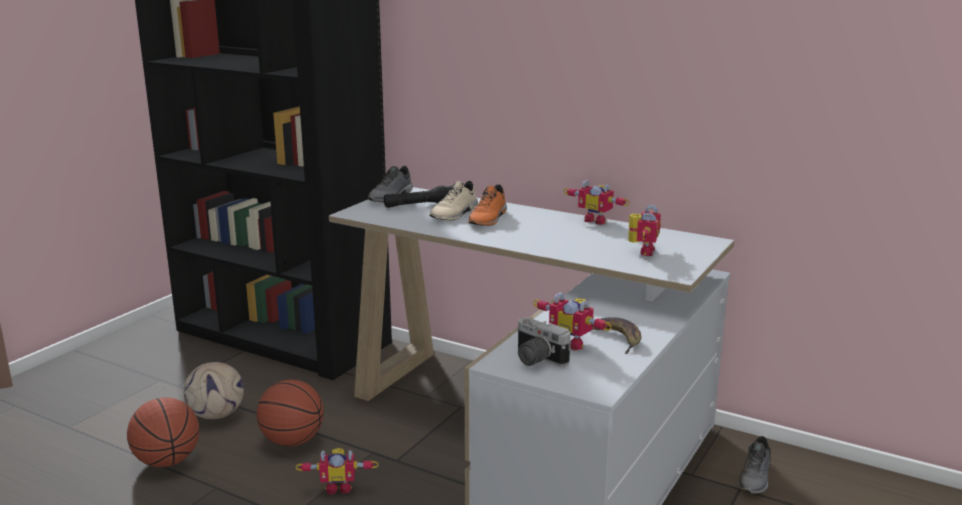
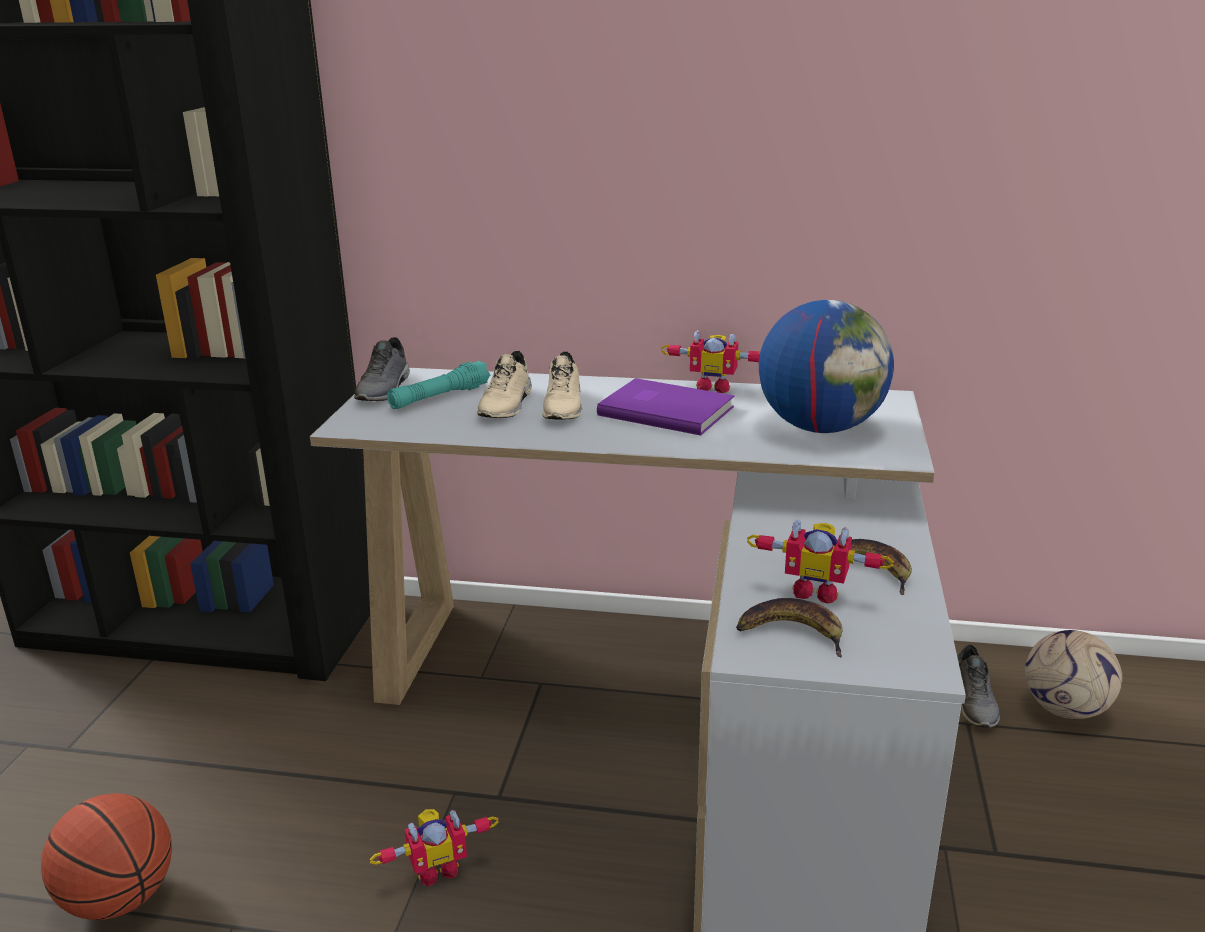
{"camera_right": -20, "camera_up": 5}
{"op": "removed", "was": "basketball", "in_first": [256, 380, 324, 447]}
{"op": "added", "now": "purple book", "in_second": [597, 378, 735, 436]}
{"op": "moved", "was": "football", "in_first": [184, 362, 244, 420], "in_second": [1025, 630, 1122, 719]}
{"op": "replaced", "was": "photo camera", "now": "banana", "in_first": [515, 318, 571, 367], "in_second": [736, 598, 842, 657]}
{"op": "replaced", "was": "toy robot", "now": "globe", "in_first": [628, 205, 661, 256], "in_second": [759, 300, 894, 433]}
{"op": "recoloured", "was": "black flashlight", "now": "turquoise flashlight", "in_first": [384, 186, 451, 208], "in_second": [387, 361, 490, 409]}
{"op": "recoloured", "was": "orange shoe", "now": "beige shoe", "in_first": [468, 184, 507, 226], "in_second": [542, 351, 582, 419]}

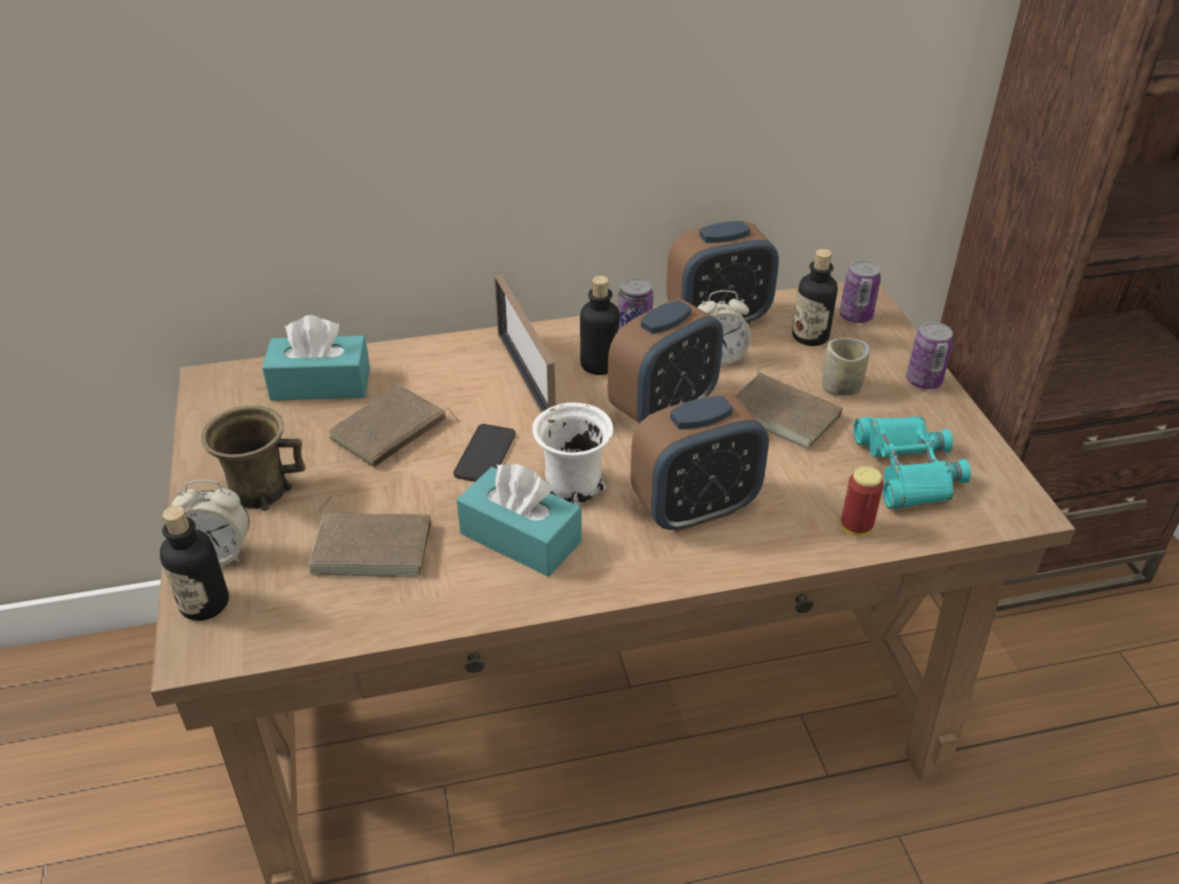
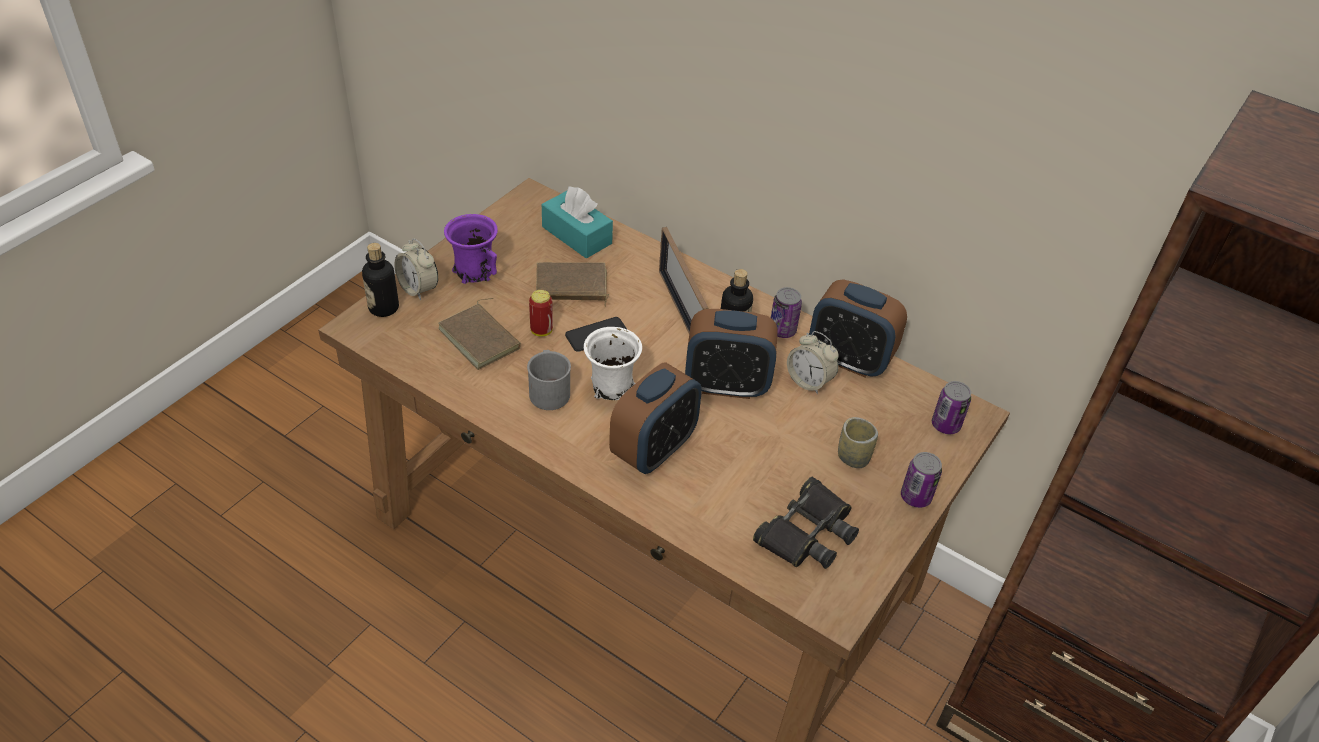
{"camera_right": 45, "camera_up": 5}
{"op": "removed", "was": "brown book", "in_first": [736, 364, 843, 449]}
{"op": "removed", "was": "bottle", "in_first": [792, 249, 838, 346]}
{"op": "moved", "was": "can", "in_first": [841, 466, 884, 536], "in_second": [529, 290, 553, 337]}
{"op": "replaced", "was": "turquoise tissue box", "now": "grey mug", "in_first": [457, 464, 582, 577], "in_second": [527, 350, 571, 410]}
{"op": "recoloured", "was": "brown mug", "now": "purple mug", "in_first": [201, 405, 306, 511], "in_second": [444, 214, 498, 284]}
{"op": "recoloured", "was": "turquoise binoculars", "now": "black binoculars", "in_first": [853, 417, 971, 509], "in_second": [753, 477, 859, 569]}
{"op": "turned", "was": "picture frame", "in_first": [494, 274, 556, 413], "in_second": [659, 227, 708, 333], "clockwise": -45}
{"op": "turned", "was": "alarm clock", "in_first": [631, 393, 769, 532], "in_second": [609, 362, 702, 474], "clockwise": -75}

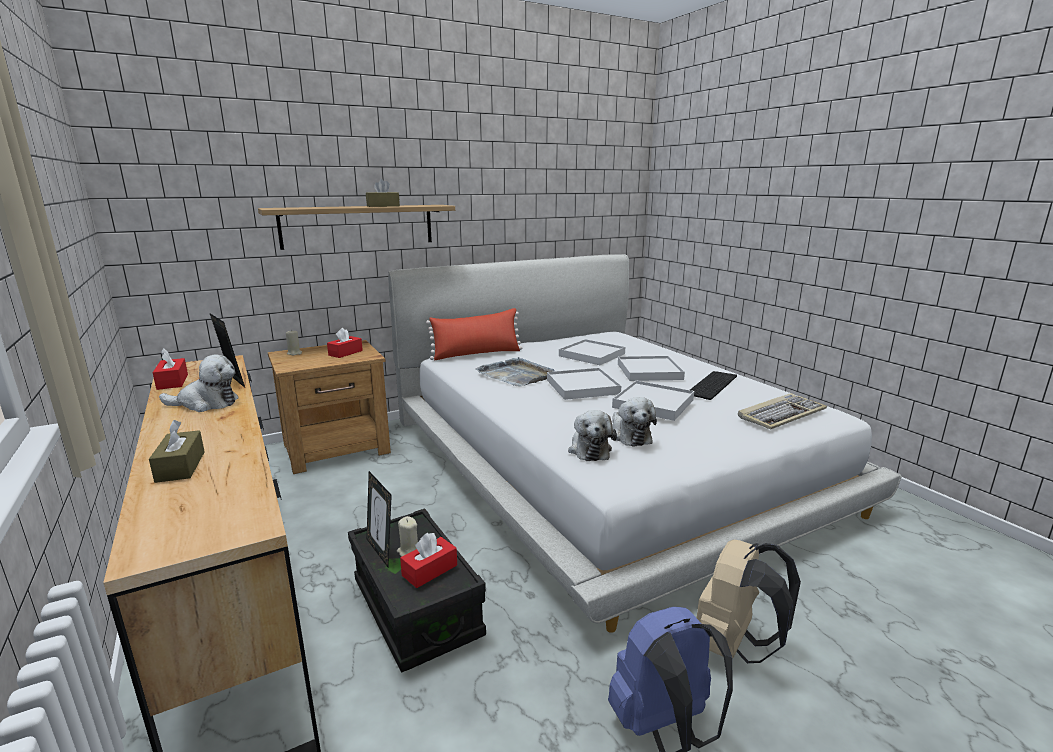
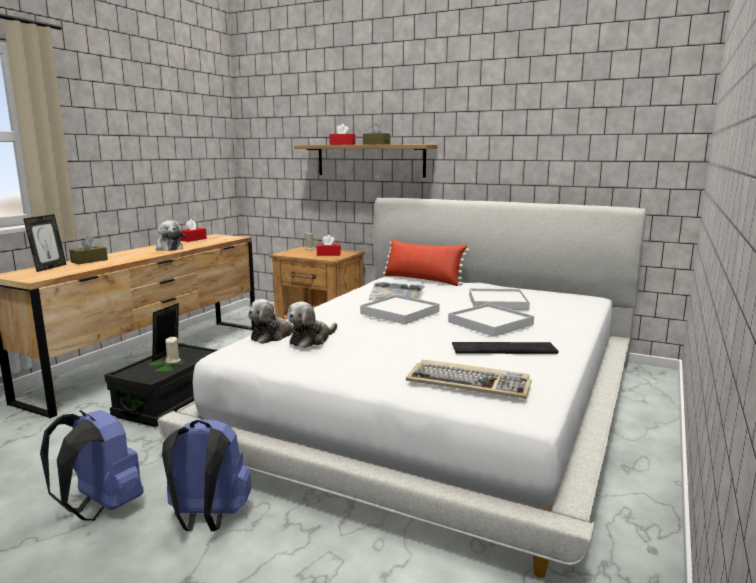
{"camera_right": 55, "camera_up": -5}
{"op": "removed", "was": "white tray", "in_first": [612, 380, 694, 421]}
{"op": "moved", "was": "picture frame", "in_first": [210, 314, 245, 387], "in_second": [23, 214, 67, 272]}
{"op": "moved", "was": "red tissue box", "in_first": [400, 533, 457, 588], "in_second": [329, 124, 355, 145]}
{"op": "recoloured", "was": "beige backpack", "now": "blue backpack", "in_first": [697, 539, 801, 663], "in_second": [162, 420, 251, 531]}

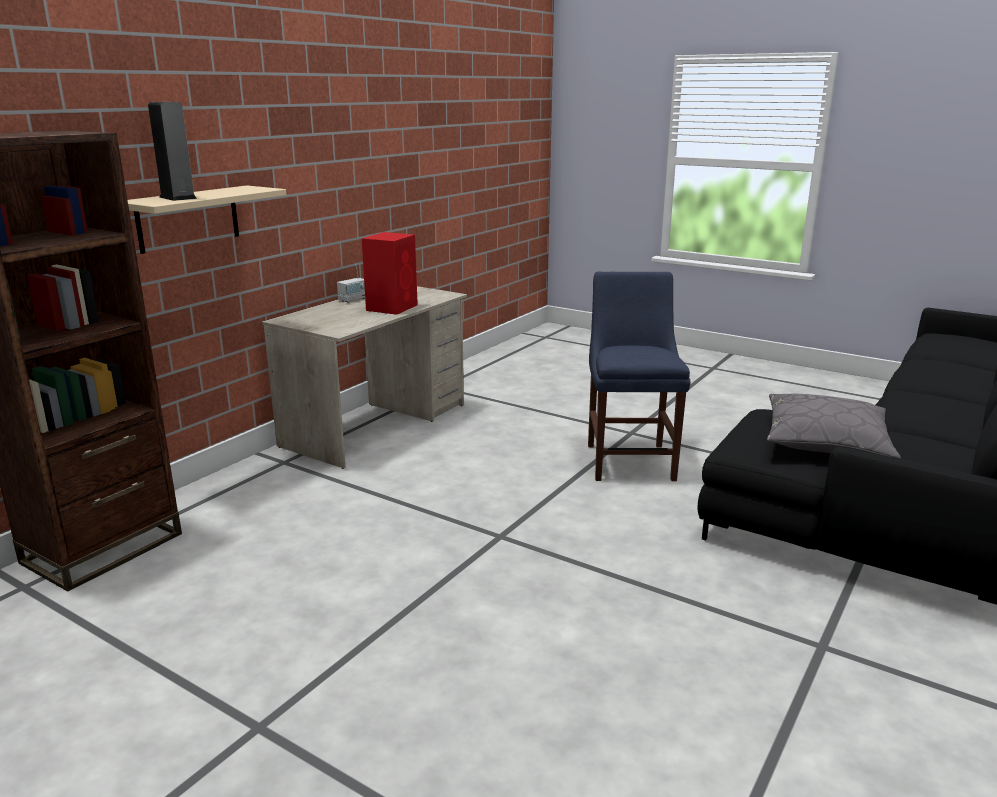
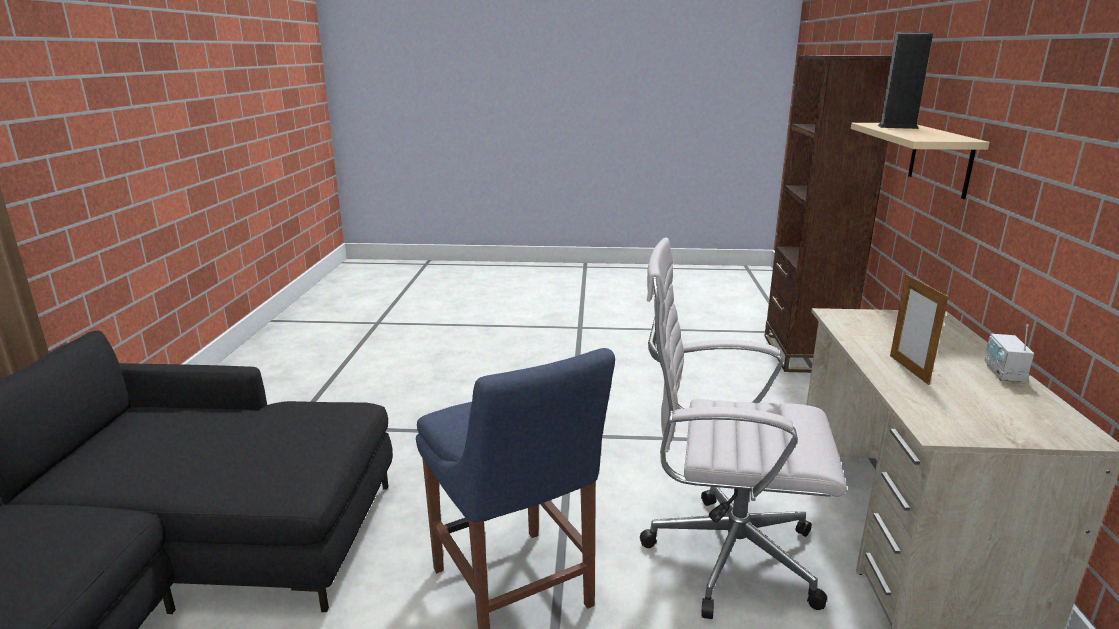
{"camera_right": 150, "camera_up": 0}
{"op": "removed", "was": "grey pillow", "in_first": [767, 394, 901, 459]}
{"op": "added", "now": "white office chair", "in_second": [640, 238, 847, 619]}
{"op": "replaced", "was": "red speaker", "now": "picture frame", "in_first": [362, 232, 418, 315], "in_second": [890, 274, 948, 385]}

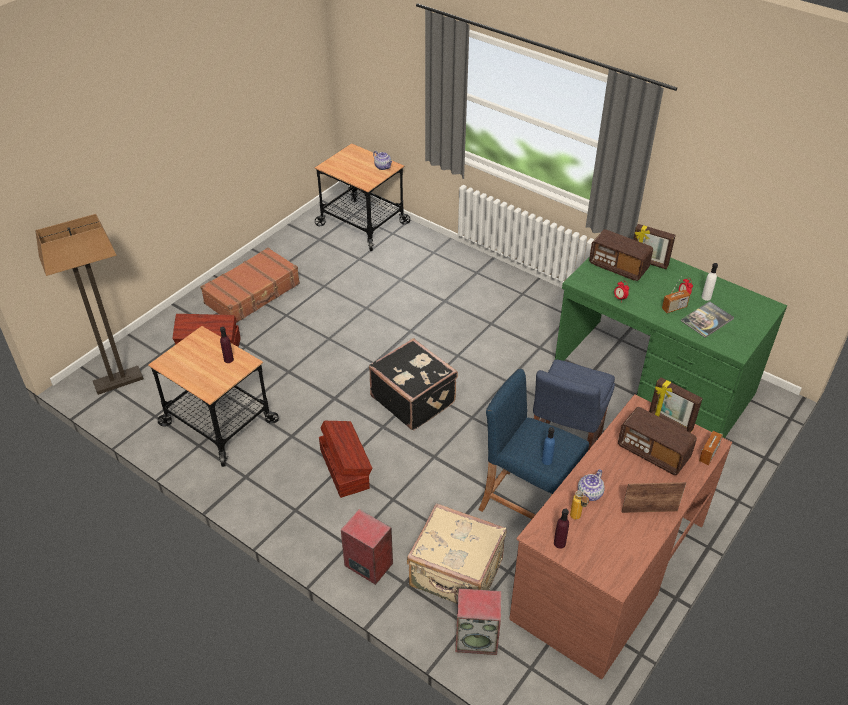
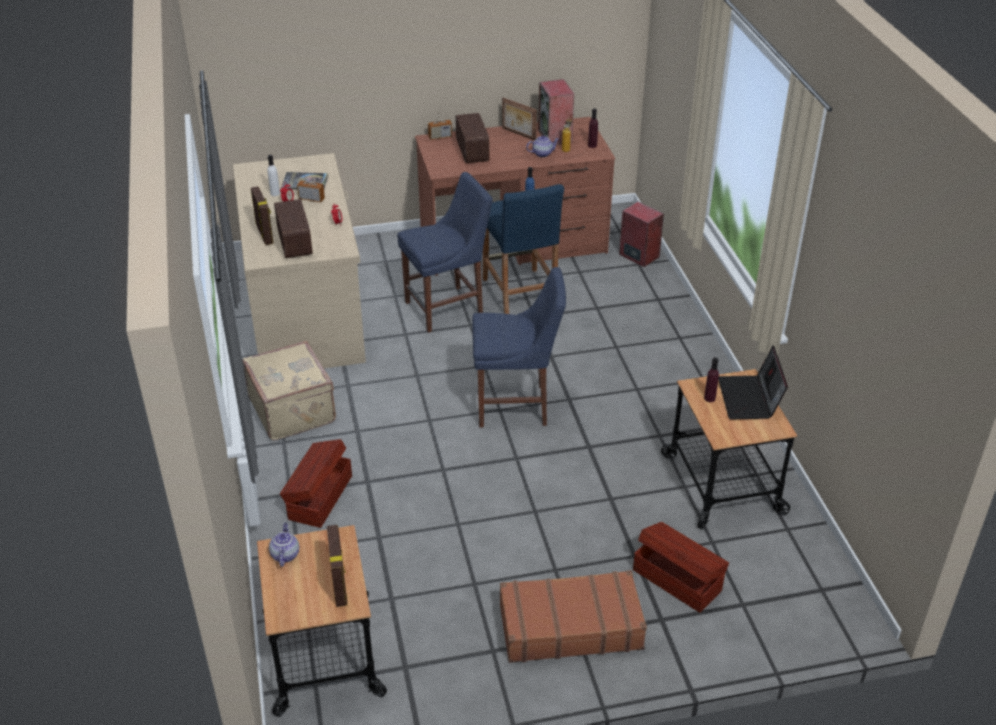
{"camera_right": -140, "camera_up": -5}
{"op": "removed", "was": "floor lamp", "in_first": [35, 214, 144, 395]}
{"op": "added", "now": "laptop", "in_second": [718, 346, 788, 419]}
{"op": "moved", "was": "brown storage box", "in_first": [319, 421, 373, 498], "in_second": [280, 439, 352, 528]}
{"op": "moved", "was": "speaker", "in_first": [341, 509, 393, 585], "in_second": [538, 79, 574, 145]}
{"op": "moved", "was": "beige suitcase", "in_first": [407, 503, 507, 604], "in_second": [242, 341, 336, 441]}
{"op": "moved", "was": "picture frame", "in_first": [649, 377, 703, 433], "in_second": [327, 525, 347, 607]}
{"op": "replaced", "was": "black suitcase", "now": "blue chair", "in_first": [369, 338, 458, 431], "in_second": [472, 267, 566, 427]}
{"op": "recoloured", "was": "green desk", "now": "beige desk", "in_first": [555, 257, 787, 438], "in_second": [233, 153, 366, 368]}

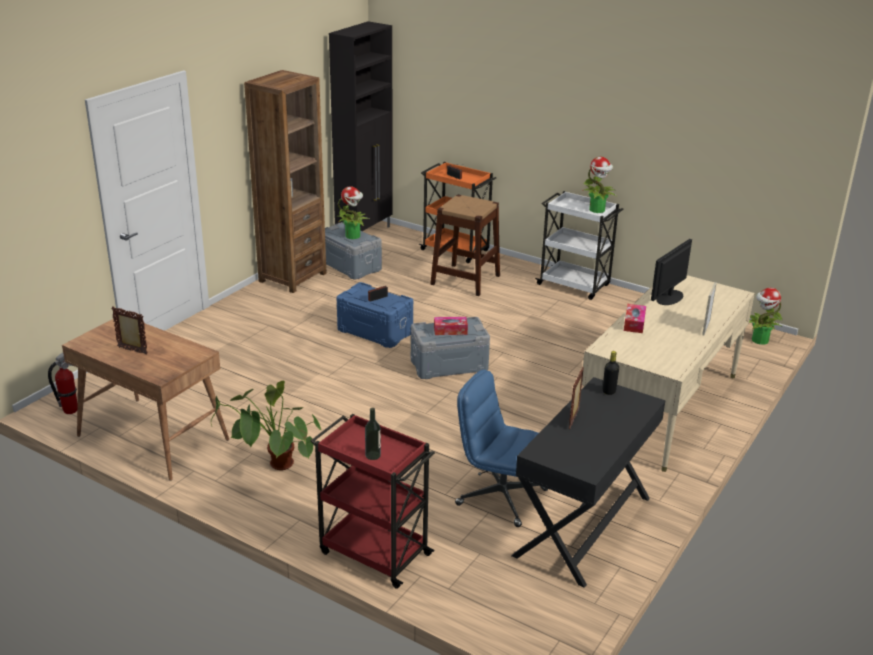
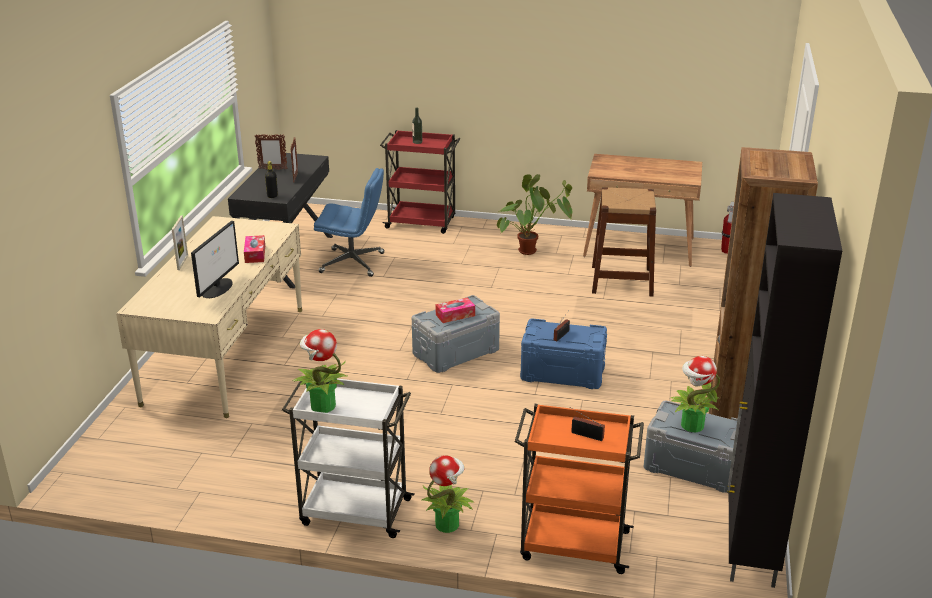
{"camera_right": 160, "camera_up": 0}
{"op": "moved", "was": "picture frame", "in_first": [111, 306, 148, 355], "in_second": [255, 134, 287, 170]}
{"op": "moved", "was": "brown stool", "in_first": [430, 194, 500, 296], "in_second": [592, 187, 656, 296]}
{"op": "moved", "was": "potted plant", "in_first": [749, 288, 782, 345], "in_second": [421, 455, 474, 533]}

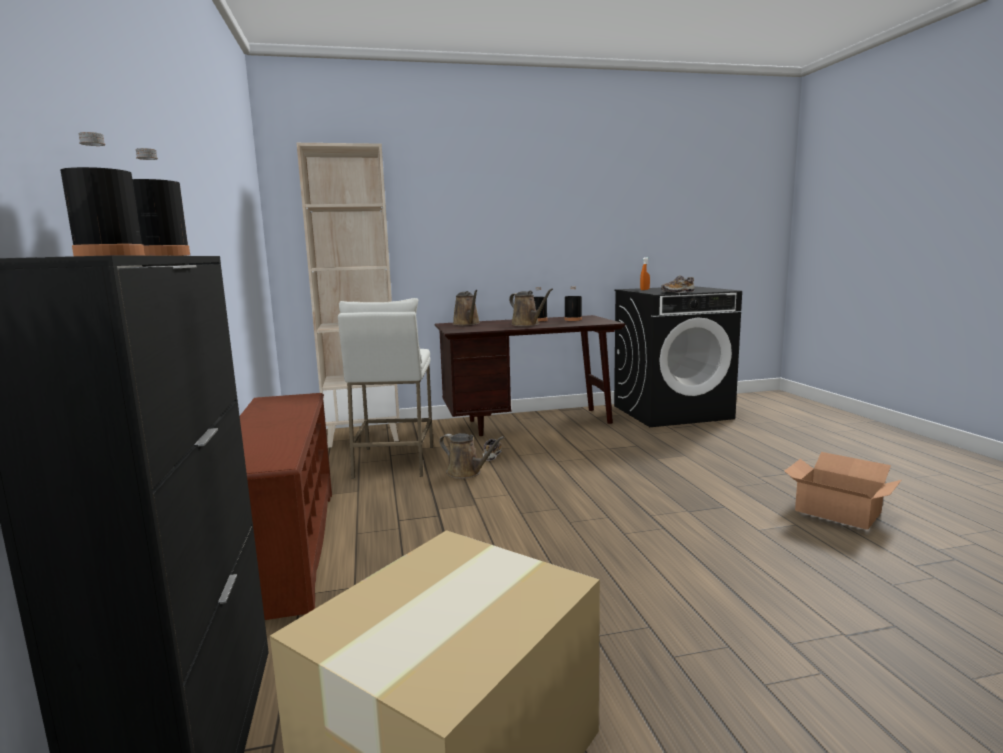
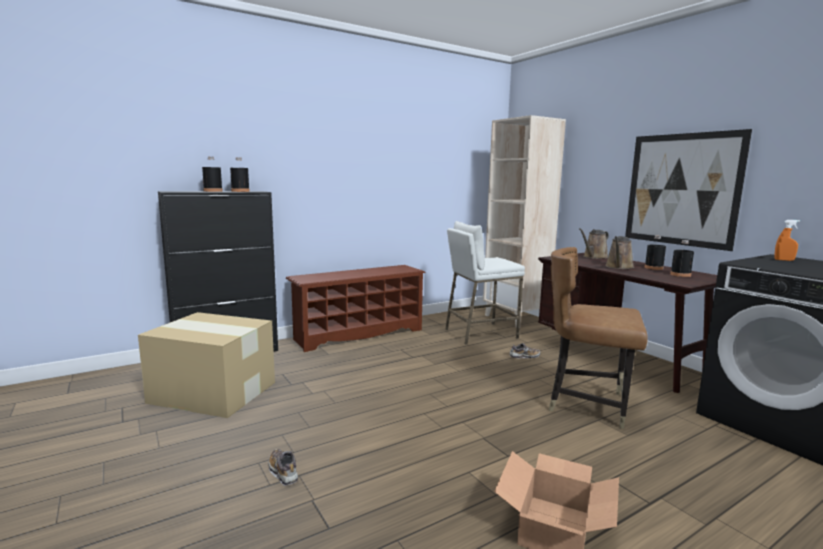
{"camera_right": 70, "camera_up": 0}
{"op": "removed", "was": "brown watering can", "in_first": [440, 433, 504, 479]}
{"op": "added", "now": "brown chair", "in_second": [549, 247, 648, 429]}
{"op": "added", "now": "picture", "in_second": [625, 129, 752, 251]}
{"op": "moved", "was": "shoe", "in_first": [661, 275, 695, 293], "in_second": [268, 449, 298, 486]}

